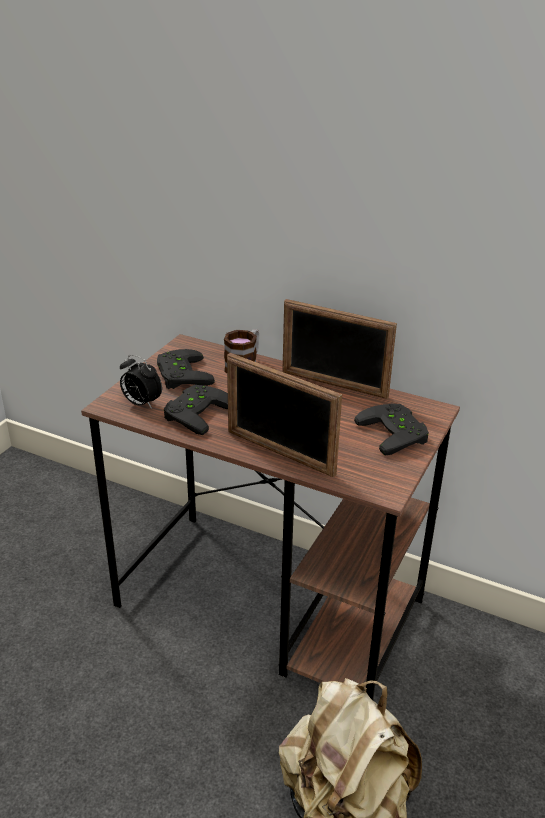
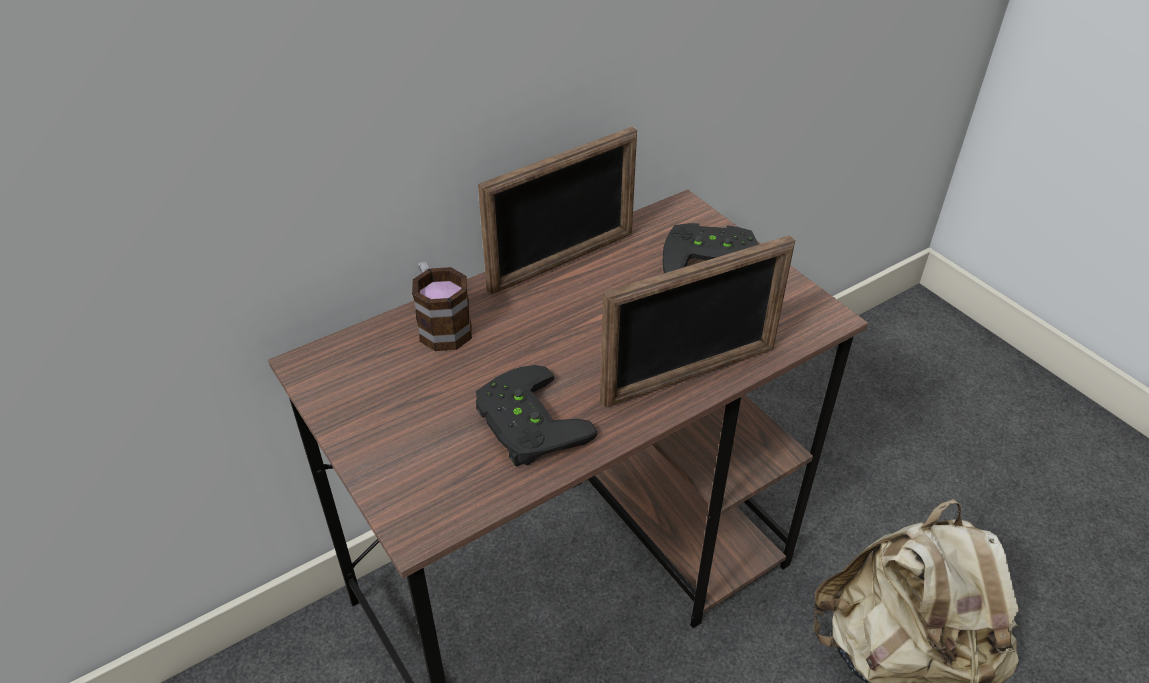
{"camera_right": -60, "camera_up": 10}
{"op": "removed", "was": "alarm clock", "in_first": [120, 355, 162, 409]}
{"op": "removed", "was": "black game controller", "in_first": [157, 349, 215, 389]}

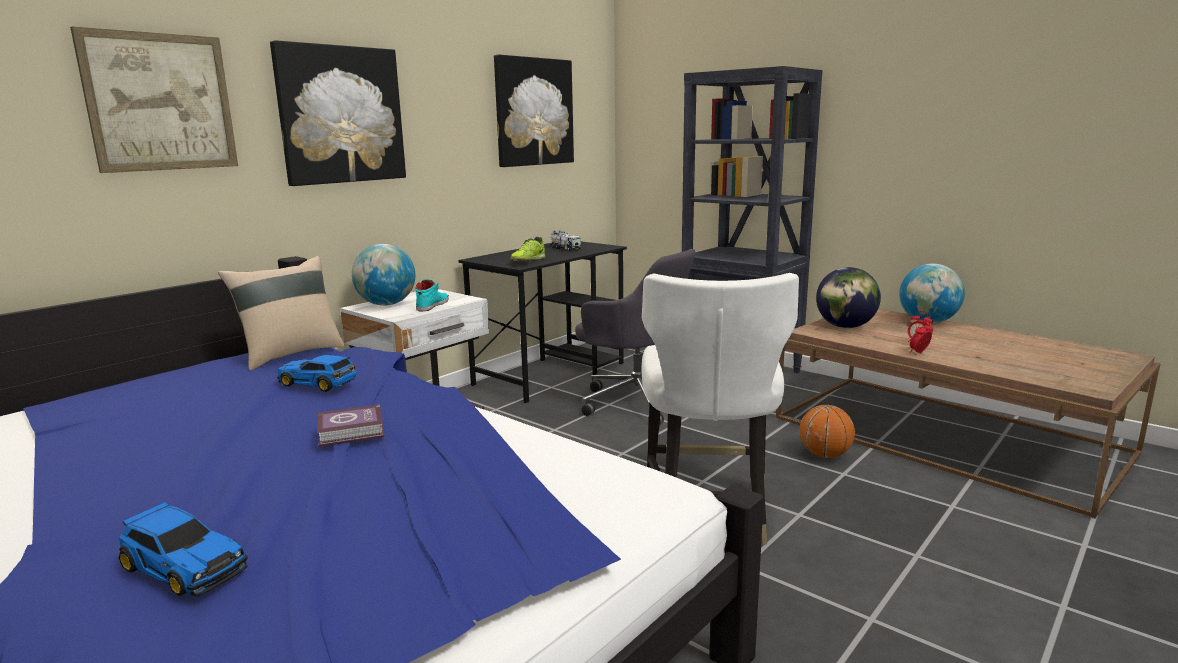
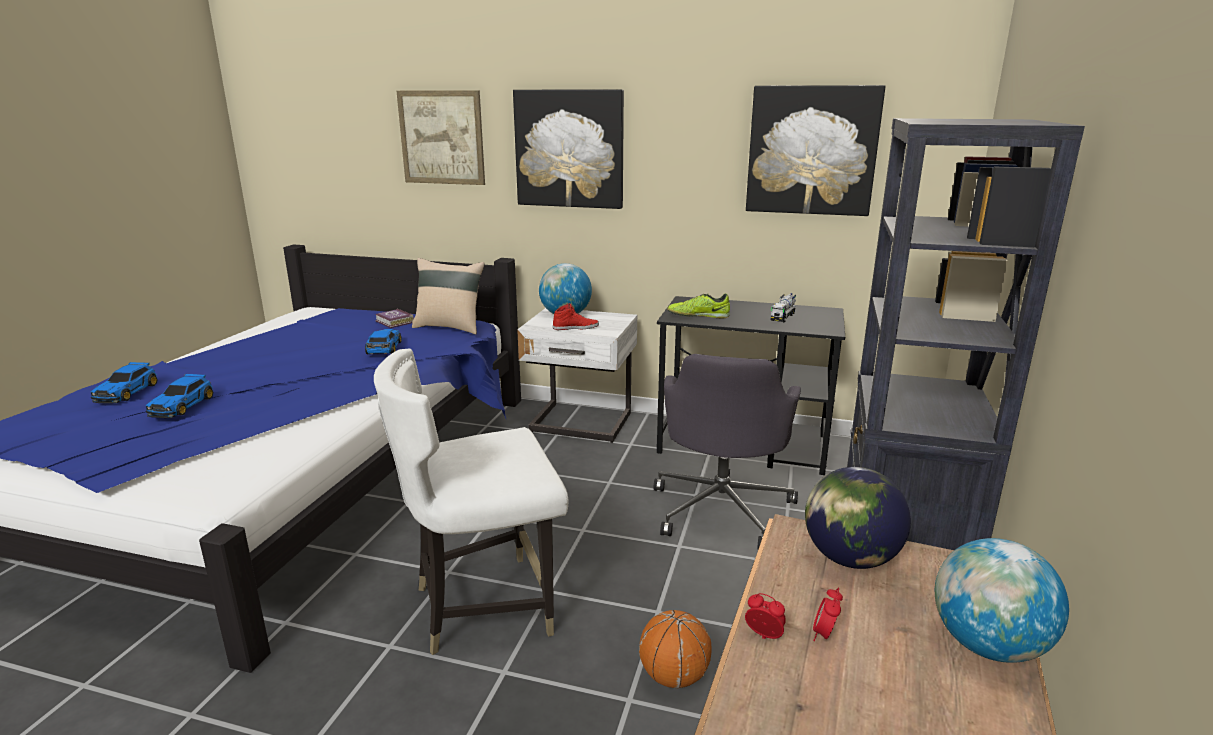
{"camera_right": 65, "camera_up": 5}
{"op": "added", "now": "toy car", "in_second": [146, 373, 213, 418]}
{"op": "moved", "was": "book", "in_first": [317, 404, 385, 447], "in_second": [375, 309, 414, 328]}
{"op": "recoloured", "was": "turquoise shoe", "now": "red shoe", "in_first": [415, 279, 449, 312], "in_second": [553, 303, 599, 330]}

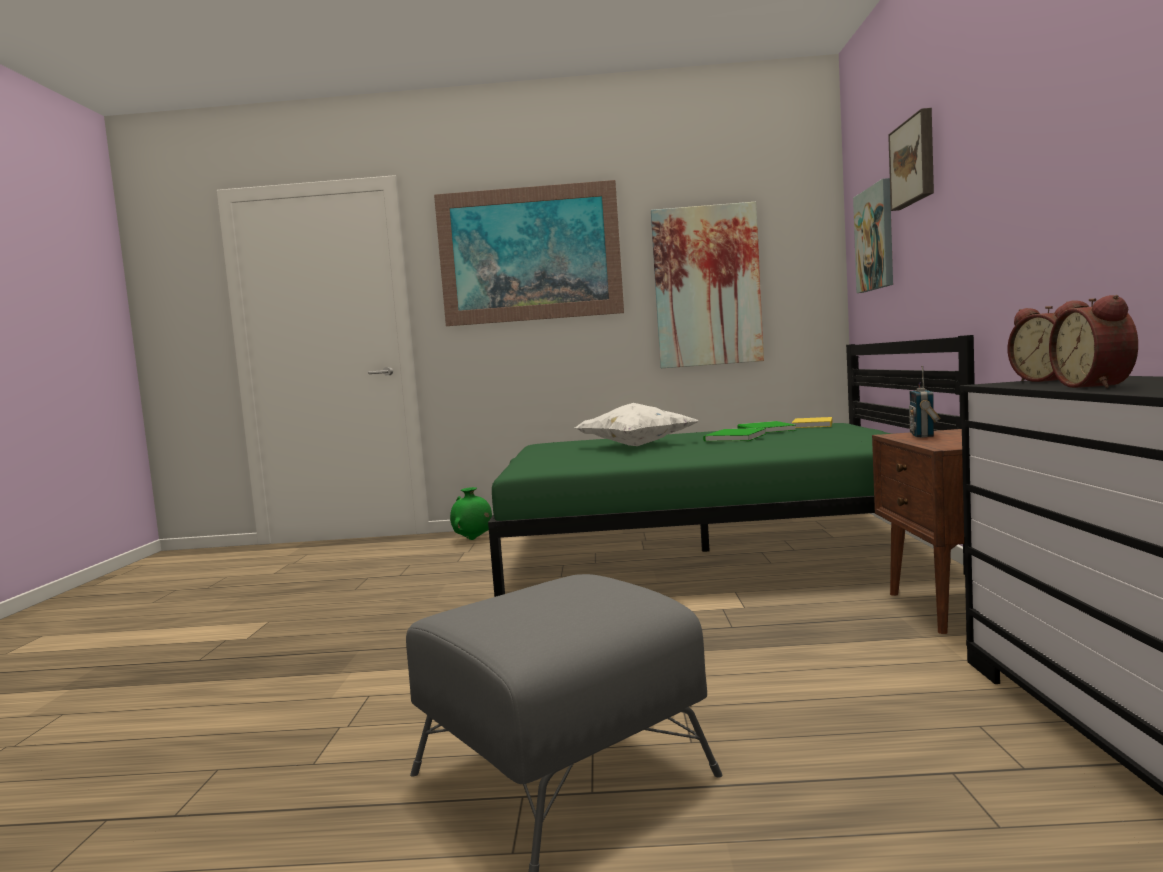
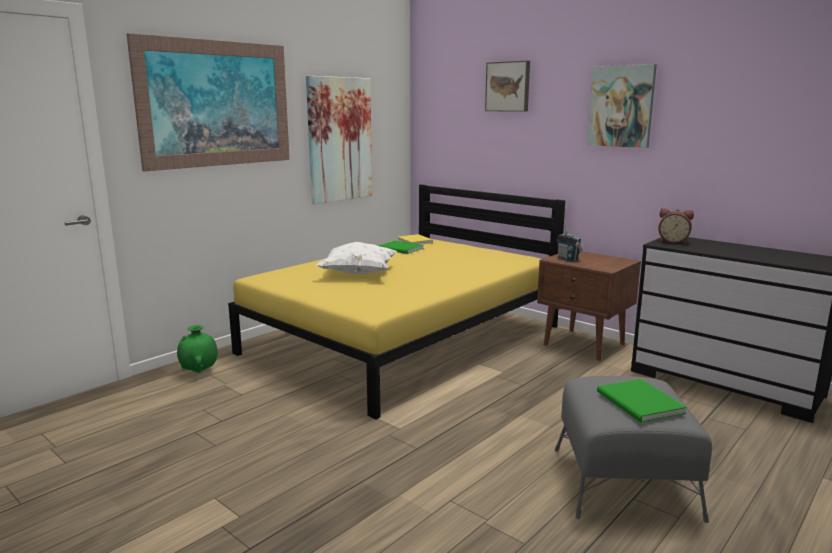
{"camera_right": -50, "camera_up": 10}
{"op": "removed", "was": "alarm clock", "in_first": [1049, 295, 1138, 388]}
{"op": "moved", "was": "green book", "in_first": [703, 428, 766, 442], "in_second": [597, 379, 687, 423]}
{"op": "moved", "was": "picture", "in_first": [853, 178, 893, 293], "in_second": [587, 64, 657, 148]}
{"op": "recoloured", "was": "green bed", "now": "yellow bed", "in_first": [488, 335, 975, 597], "in_second": [228, 184, 565, 419]}

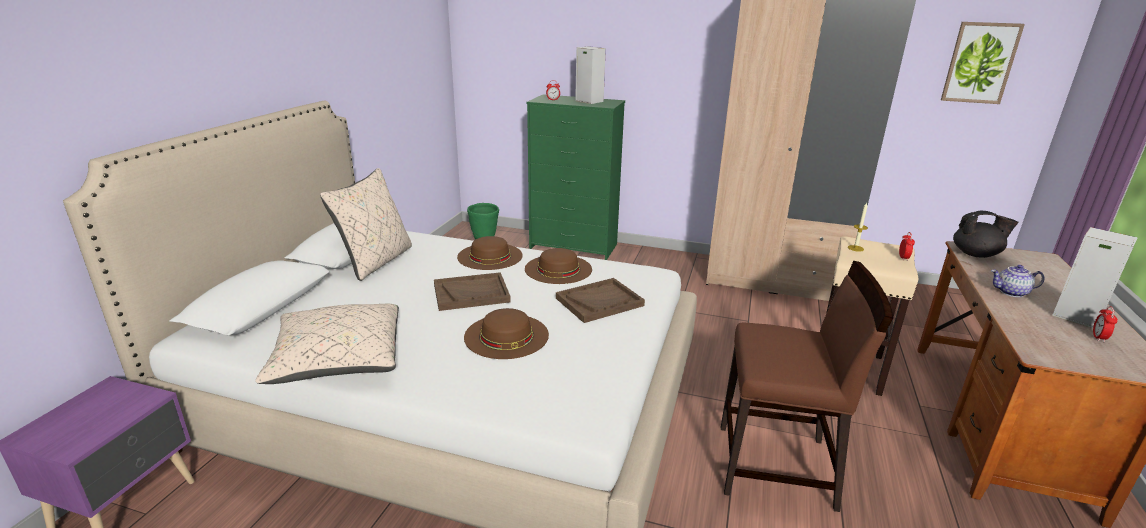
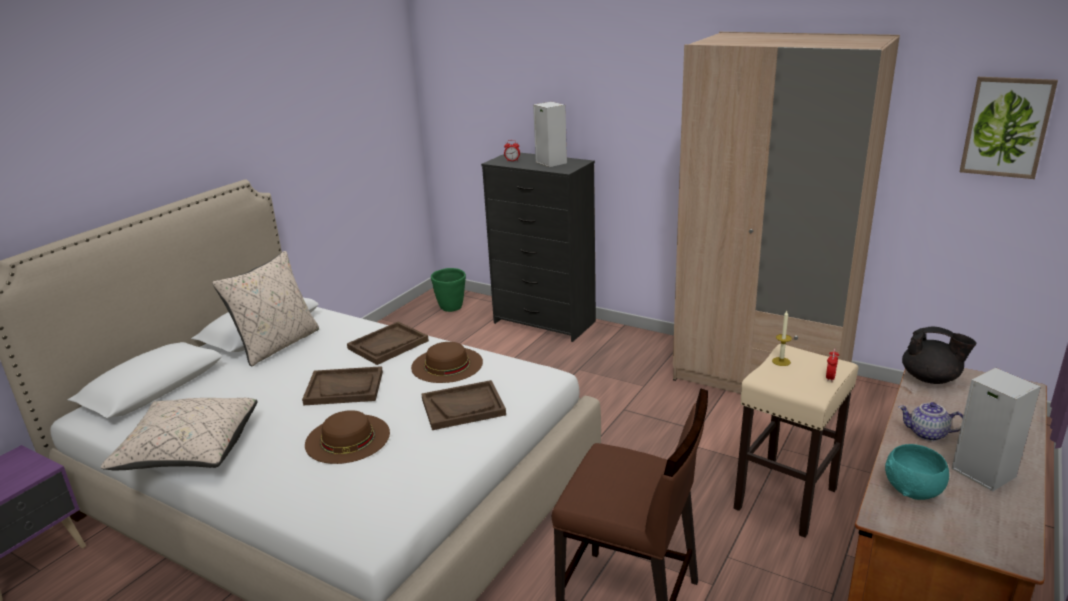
{"camera_right": 15, "camera_up": 0}
{"op": "removed", "was": "alarm clock", "in_first": [1093, 306, 1118, 342]}
{"op": "added", "now": "turquoise bowl", "in_second": [885, 444, 949, 500]}
{"op": "replaced", "was": "brown hat", "now": "brown tray", "in_first": [457, 236, 523, 270], "in_second": [347, 322, 429, 365]}
{"op": "recoloured", "was": "green dresser", "now": "black dresser", "in_first": [527, 94, 625, 260], "in_second": [481, 153, 596, 342]}

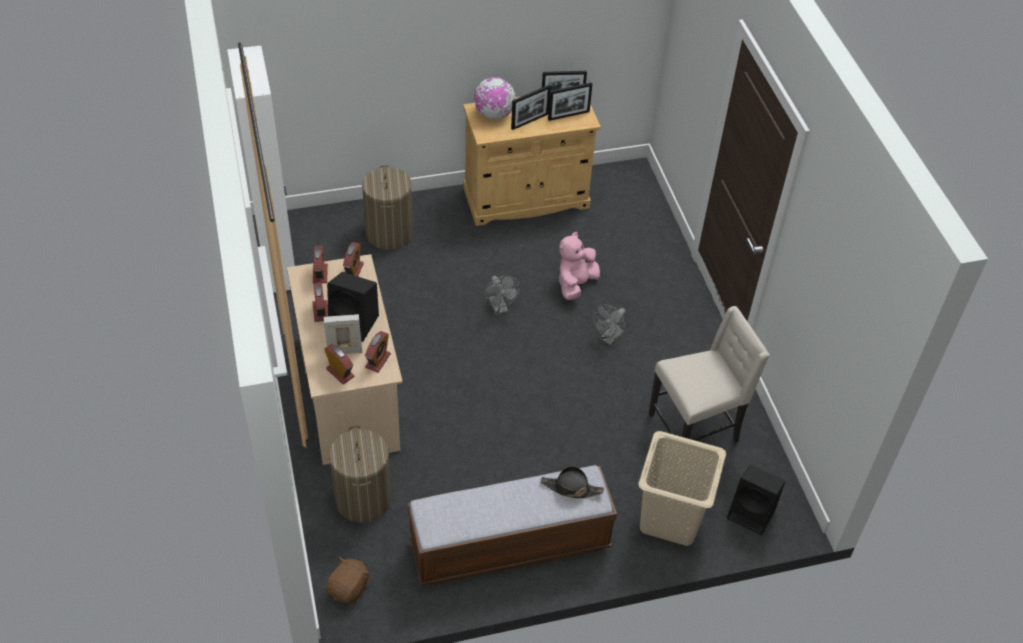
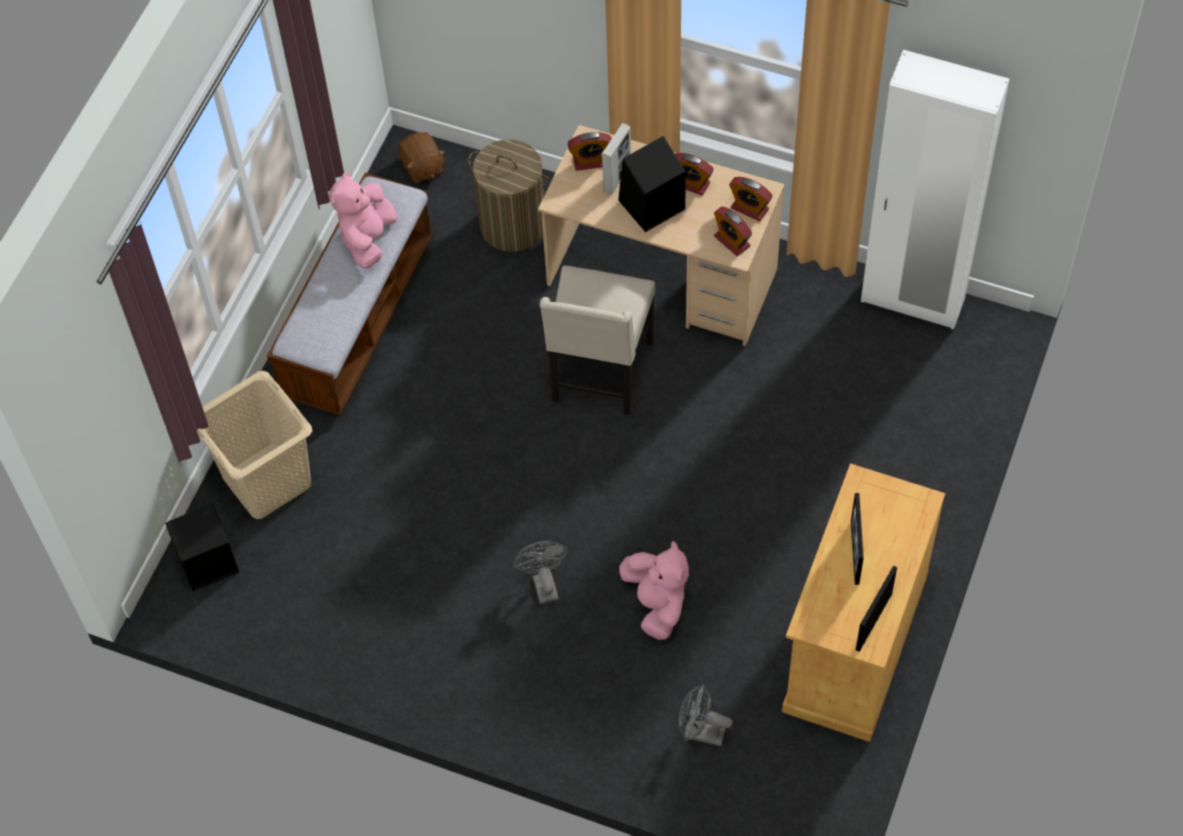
{"camera_right": 130, "camera_up": 10}
{"op": "removed", "was": "laundry basket", "in_first": [362, 165, 413, 250]}
{"op": "removed", "was": "alarm clock", "in_first": [365, 331, 391, 372]}
{"op": "removed", "was": "globe", "in_first": [474, 77, 516, 120]}
{"op": "removed", "was": "black hat", "in_first": [541, 466, 604, 498]}
{"op": "removed", "was": "picture frame", "in_first": [548, 82, 592, 121]}
{"op": "added", "now": "pink plush toy", "in_second": [329, 172, 397, 268]}
{"op": "moved", "was": "grey fan", "in_first": [484, 276, 520, 315], "in_second": [679, 684, 733, 746]}
{"op": "moved", "was": "beige chair", "in_first": [649, 306, 770, 443], "in_second": [540, 265, 655, 415]}

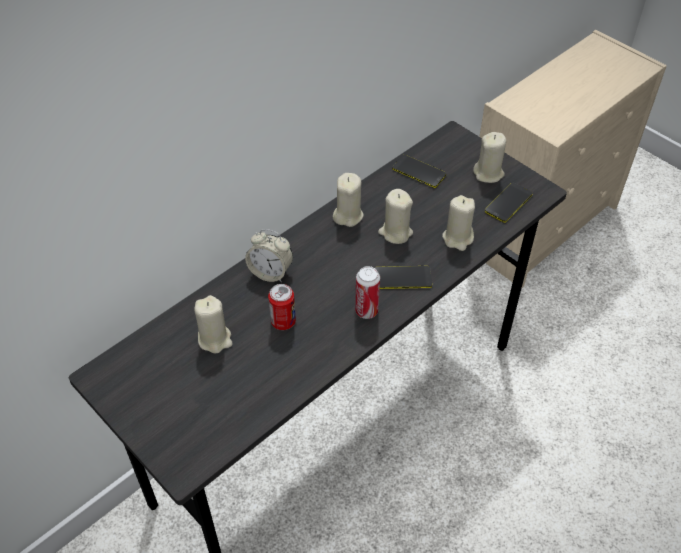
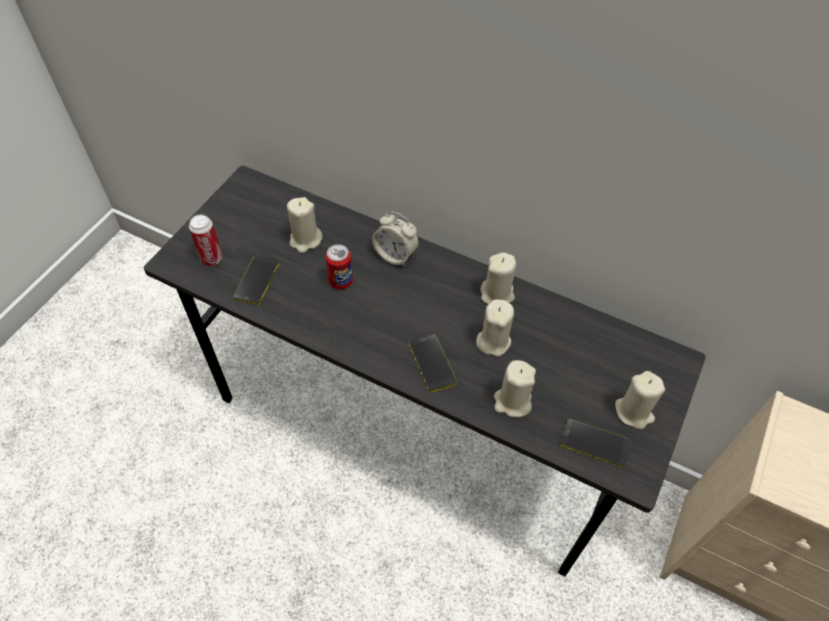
{"camera_right": 70, "camera_up": 5}
{"op": "moved", "was": "can", "in_first": [355, 266, 380, 319], "in_second": [189, 214, 223, 266]}
{"op": "moved", "was": "phone", "in_first": [392, 155, 446, 188], "in_second": [234, 255, 279, 305]}
{"op": "turned", "was": "alarm clock", "in_first": [245, 229, 293, 282], "in_second": [372, 212, 419, 267], "clockwise": -60}

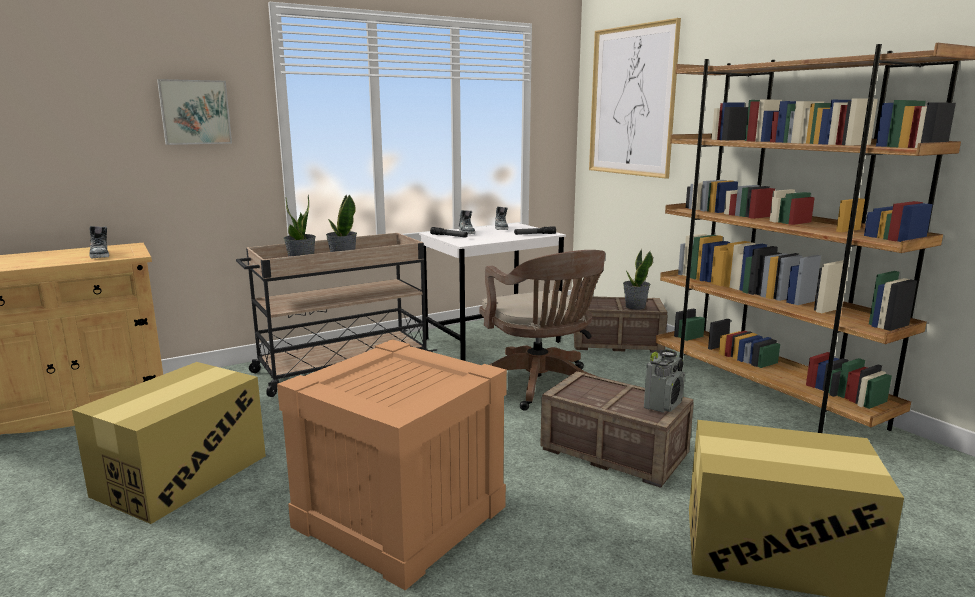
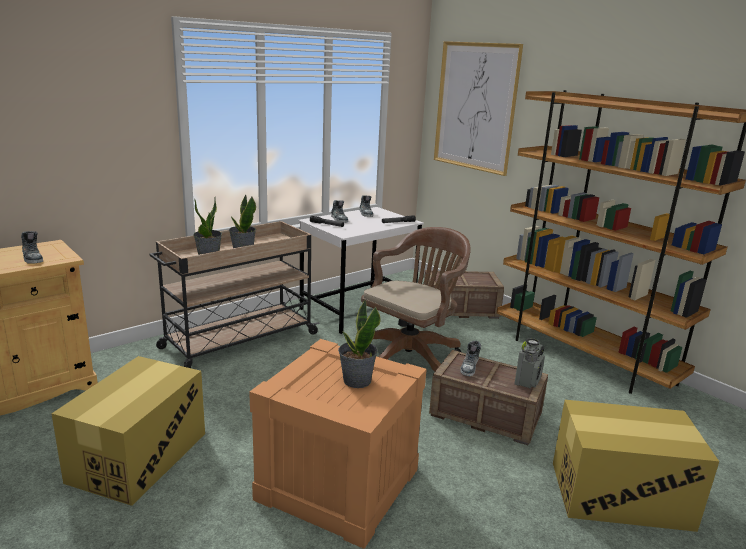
{"camera_right": -10, "camera_up": 5}
{"op": "removed", "was": "picture", "in_first": [157, 79, 232, 145]}
{"op": "added", "now": "shoe", "in_second": [460, 341, 481, 376]}
{"op": "moved", "was": "potted plant", "in_first": [623, 250, 653, 310], "in_second": [338, 300, 381, 388]}
{"op": "turned", "was": "brown office chair", "in_first": [479, 250, 605, 411], "in_second": [361, 227, 471, 378], "clockwise": -105}

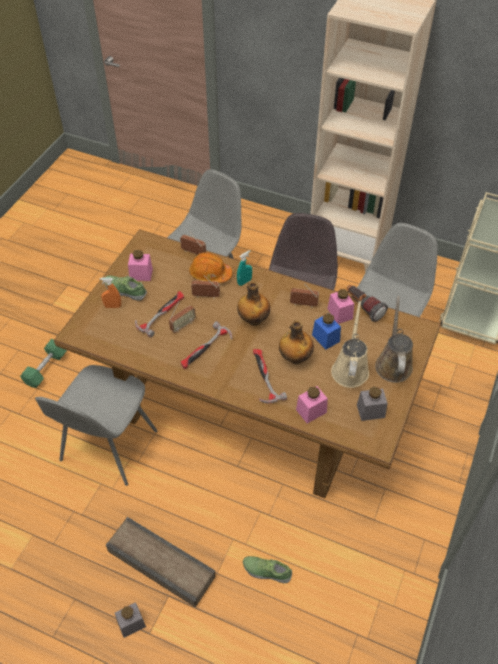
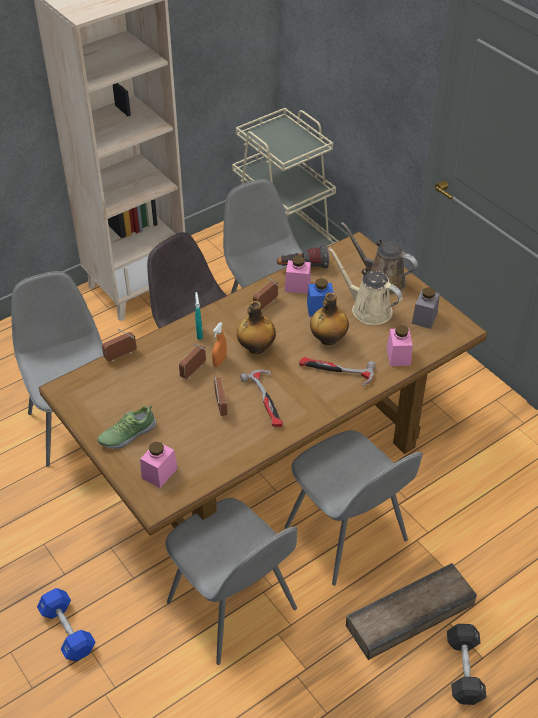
{"camera_right": -60, "camera_up": -5}
{"op": "removed", "was": "hammer", "in_first": [135, 291, 184, 337]}
{"op": "removed", "was": "orange hard hat", "in_first": [189, 252, 232, 283]}
{"op": "removed", "was": "shoe", "in_first": [243, 556, 292, 583]}
{"op": "added", "now": "grey chair", "in_second": [285, 430, 423, 586]}
{"op": "moved", "was": "orange spray bottle", "in_first": [100, 277, 121, 308], "in_second": [212, 322, 227, 367]}
{"op": "moved", "was": "pink jar", "in_first": [128, 250, 153, 281], "in_second": [140, 441, 178, 488]}
{"op": "replaced", "was": "grey jar", "now": "black dumbbell", "in_first": [115, 602, 146, 638], "in_second": [447, 624, 487, 705]}
{"op": "recoloured", "was": "green dumbbell", "now": "blue dumbbell", "in_first": [20, 339, 67, 388], "in_second": [37, 588, 95, 661]}

